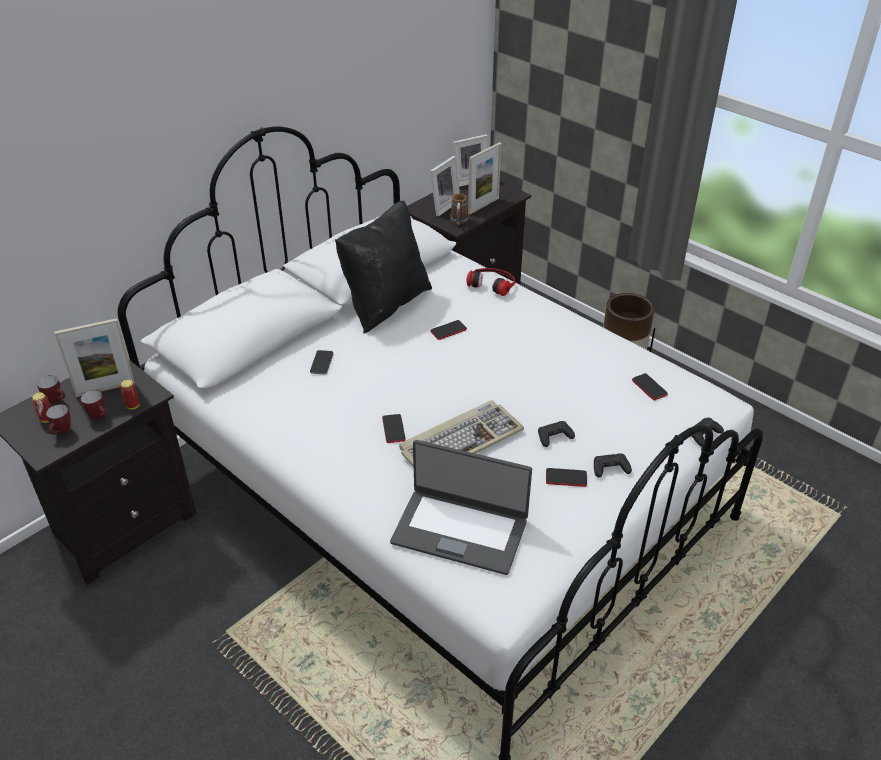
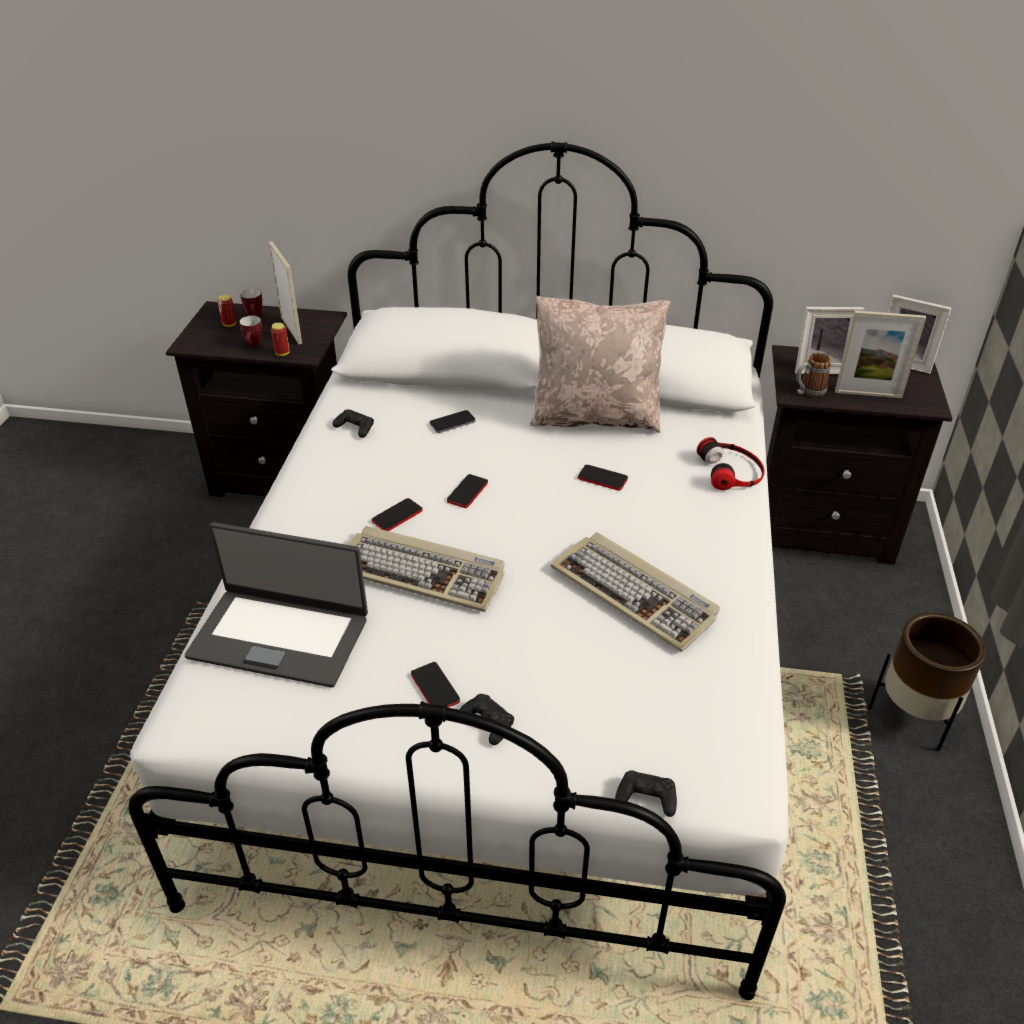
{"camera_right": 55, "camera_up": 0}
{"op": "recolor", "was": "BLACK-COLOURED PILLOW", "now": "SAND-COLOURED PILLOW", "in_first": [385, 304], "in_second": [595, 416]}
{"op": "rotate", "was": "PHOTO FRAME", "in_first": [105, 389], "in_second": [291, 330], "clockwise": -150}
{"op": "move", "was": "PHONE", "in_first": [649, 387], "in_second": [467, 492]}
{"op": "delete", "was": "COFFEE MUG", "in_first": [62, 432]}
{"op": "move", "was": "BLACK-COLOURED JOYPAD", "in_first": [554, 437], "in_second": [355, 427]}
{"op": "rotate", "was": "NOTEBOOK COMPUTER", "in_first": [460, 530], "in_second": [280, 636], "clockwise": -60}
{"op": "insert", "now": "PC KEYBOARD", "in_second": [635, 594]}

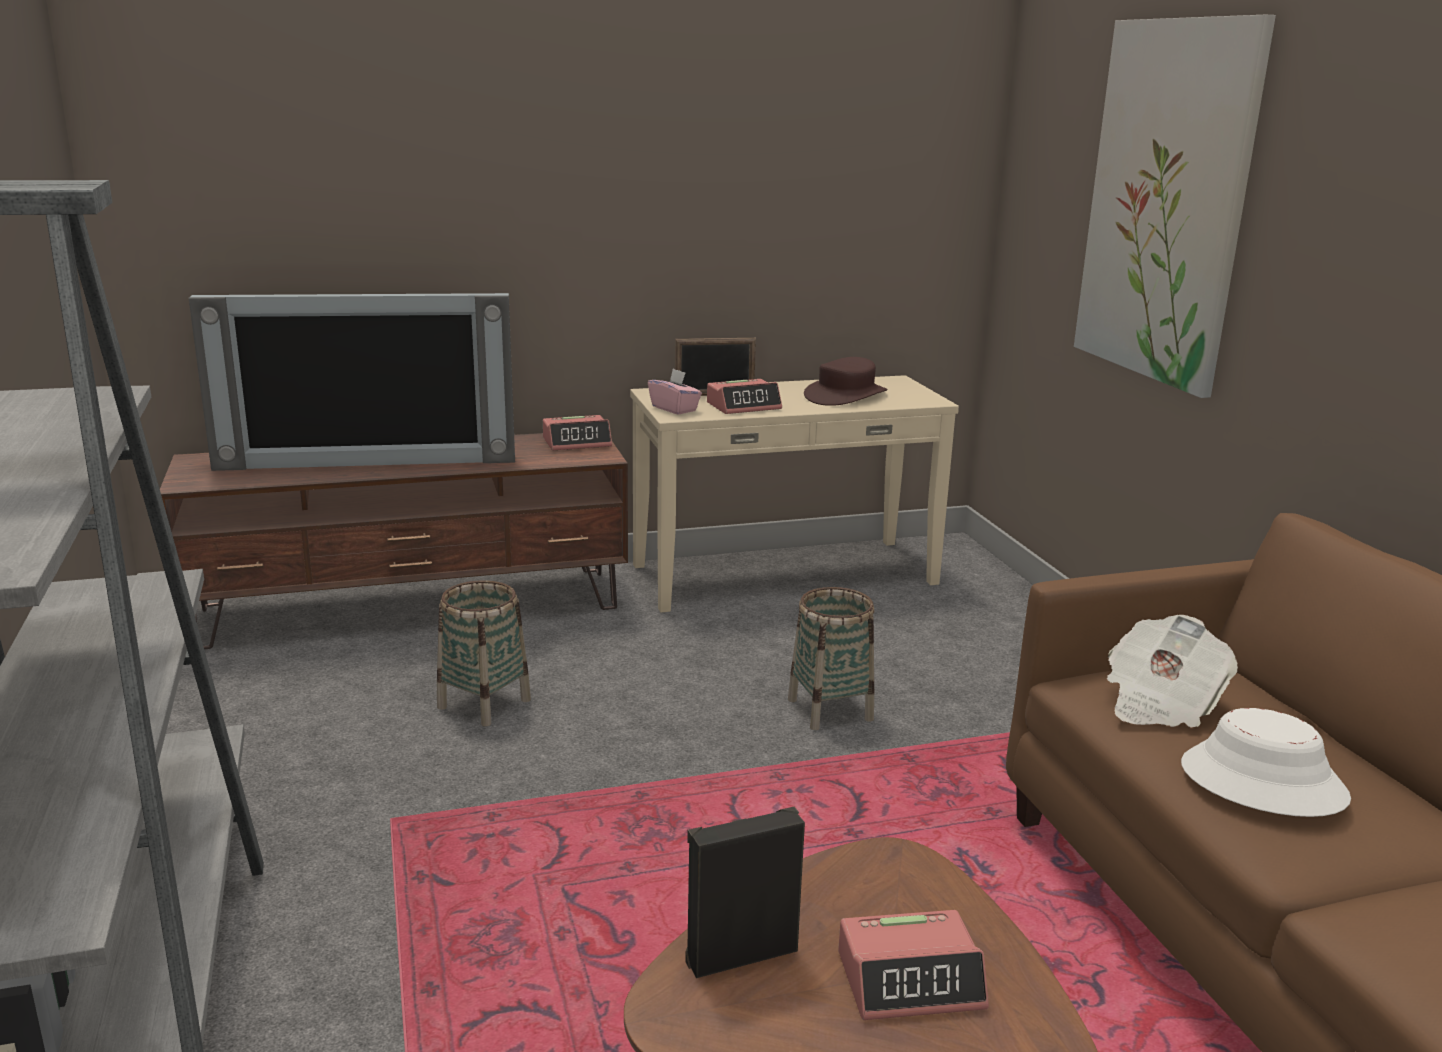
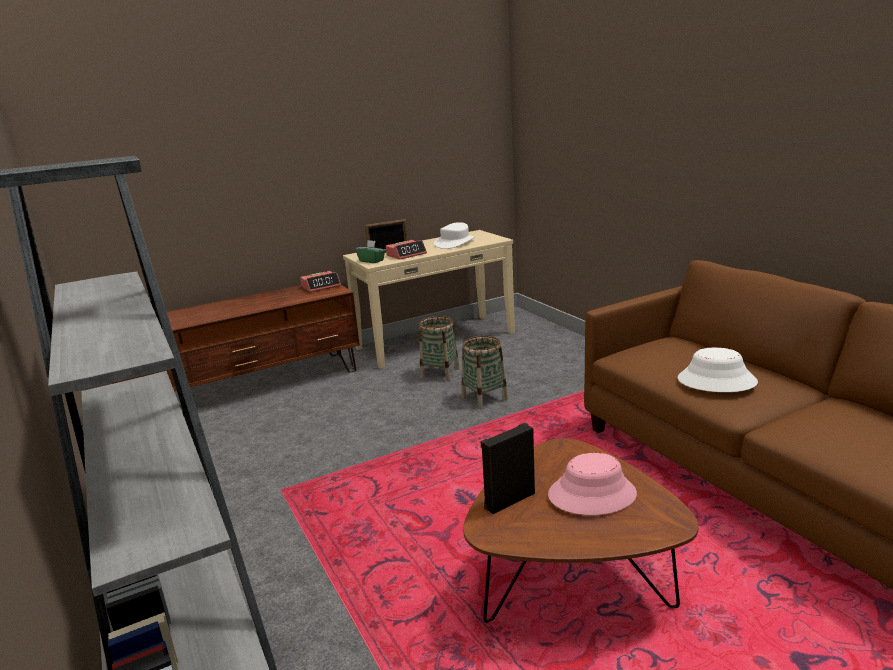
{"camera_right": -10, "camera_up": 0}
{"op": "delete", "was": "PICTURE", "in_first": [1166, 202]}
{"op": "delete", "was": "TELEVISION", "in_first": [367, 460]}
{"op": "recolor", "was": "BROWN-COLOURED HAT", "now": "WHITE HAT", "in_first": [846, 395], "in_second": [455, 242]}
{"op": "recolor", "was": "PINK TISSUE BOX", "now": "GREENISH TISSUE BOX", "in_first": [674, 409], "in_second": [371, 261]}
{"op": "move", "was": "BASKET", "in_first": [484, 703], "in_second": [440, 373]}
{"op": "delete", "was": "NEWSPAPER", "in_first": [1160, 702]}
{"op": "replace", "was": "ALARM CLOCK", "now": "PINK HAT", "in_first": [911, 980], "in_second": [592, 494]}

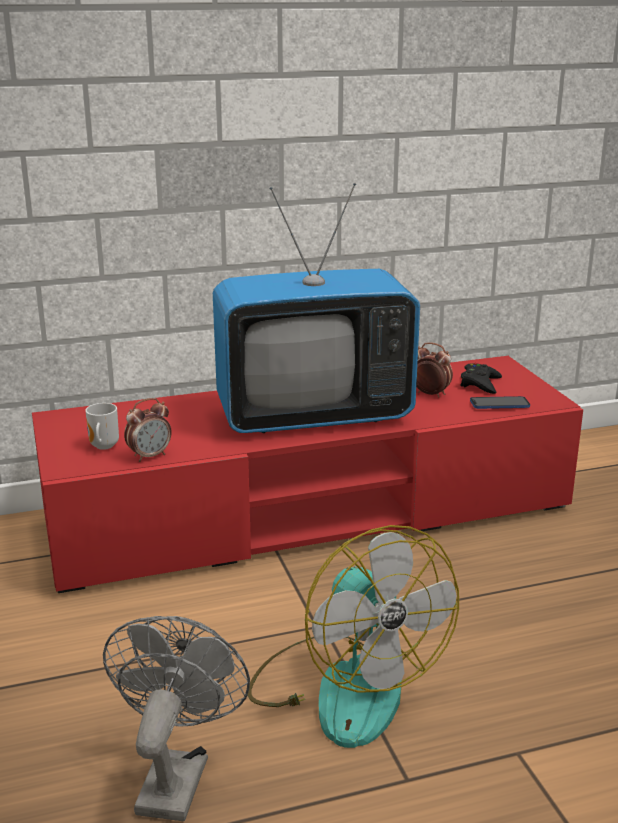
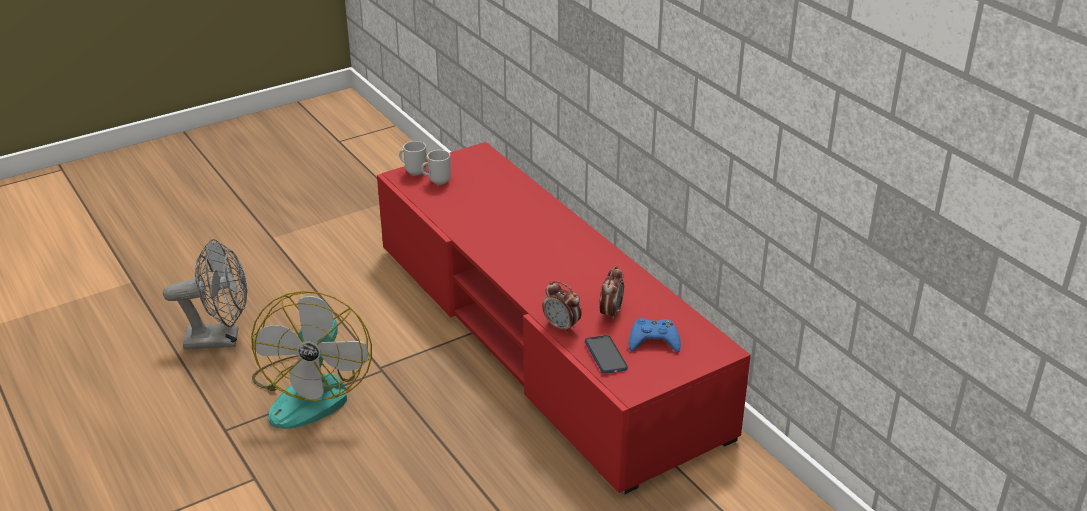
{"camera_right": 75, "camera_up": 10}
{"op": "delete", "was": "TELEVISION", "in_first": [313, 416]}
{"op": "recolor", "was": "BLACK-COLOURED JOYPAD", "now": "BLUE-COLOURED JOYPAD", "in_first": [480, 384], "in_second": [654, 340]}
{"op": "move", "was": "ALARM CLOCK", "in_first": [150, 456], "in_second": [562, 327]}
{"op": "rotate", "was": "ELECTRIC FAN", "in_first": [345, 686], "in_second": [313, 391], "clockwise": -45}
{"op": "insert", "now": "COFFEE MUG", "in_second": [415, 171]}

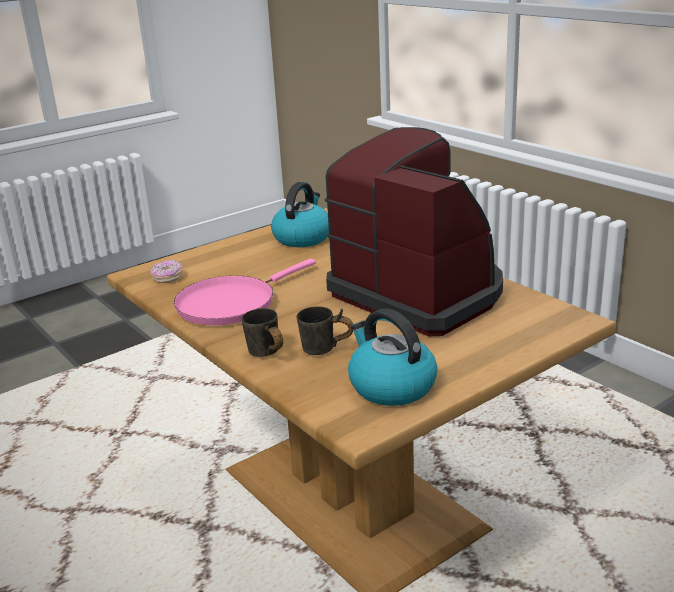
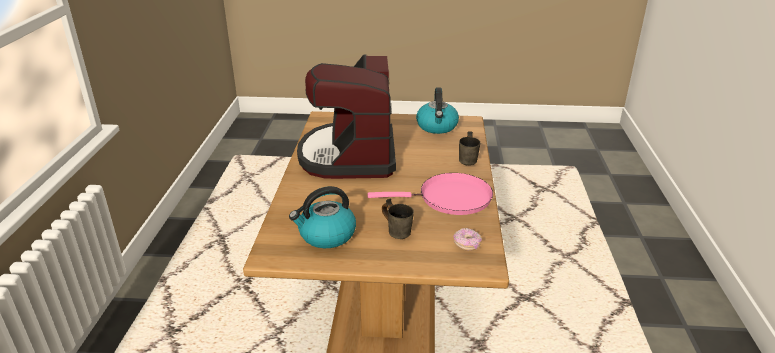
{"camera_right": -140, "camera_up": 5}
{"op": "move", "was": "GREY COFFEE MUG", "in_first": [324, 352], "in_second": [398, 230]}

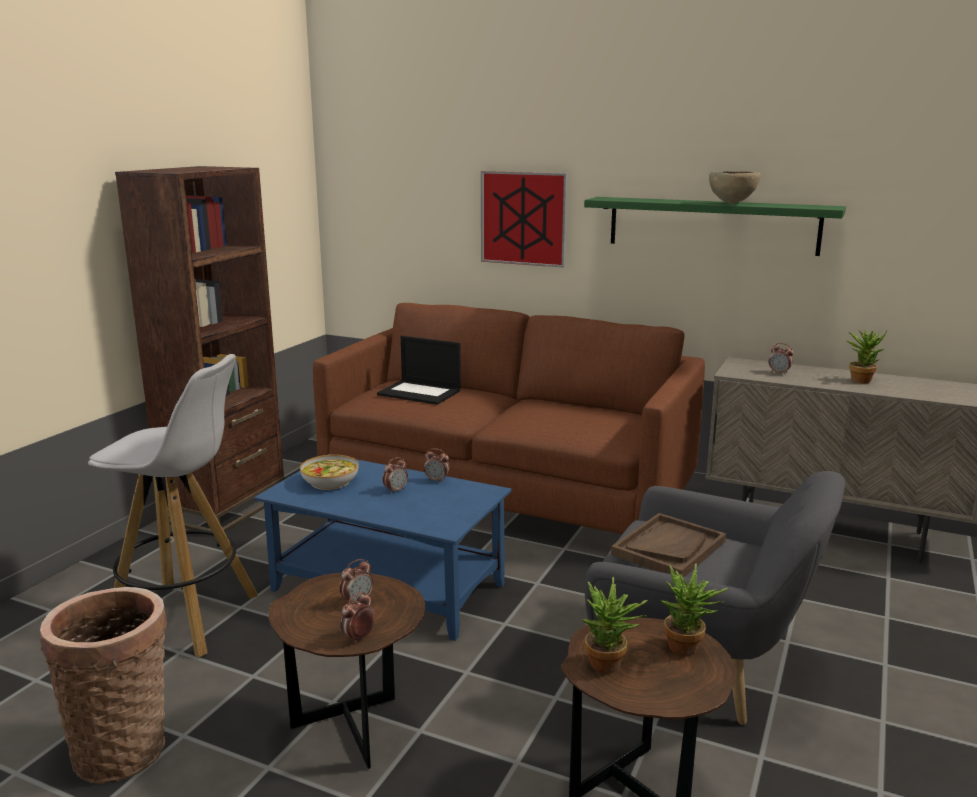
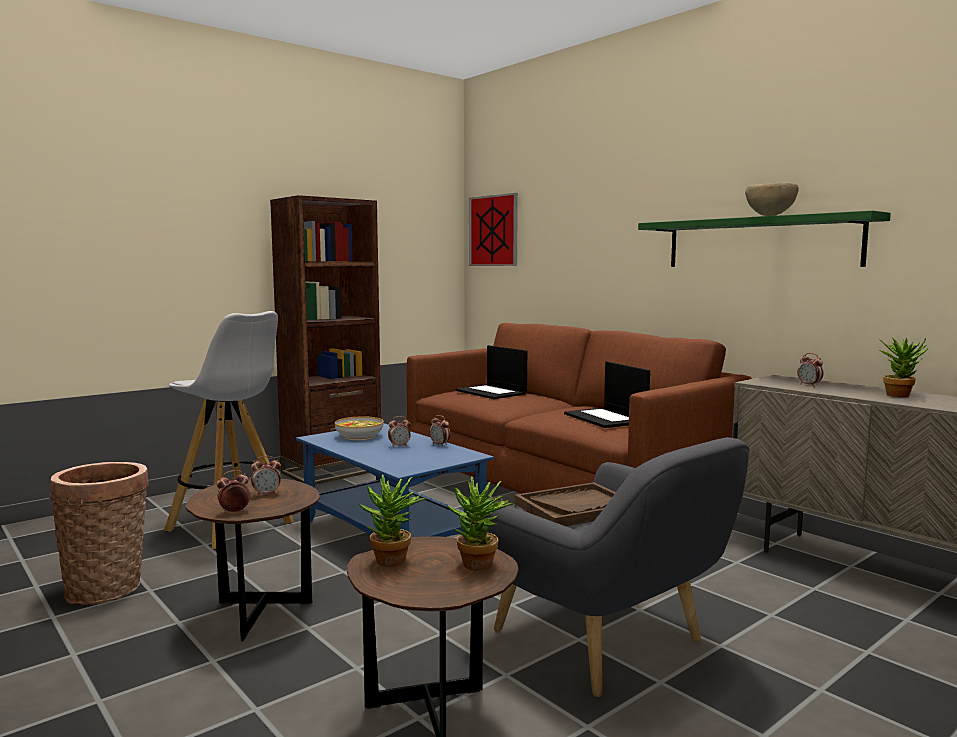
{"camera_right": 25, "camera_up": -10}
{"op": "move", "was": "PICTURE", "in_first": [523, 218], "in_second": [493, 231]}
{"op": "insert", "now": "NOTEBOOK COMPUTER", "in_second": [606, 418]}

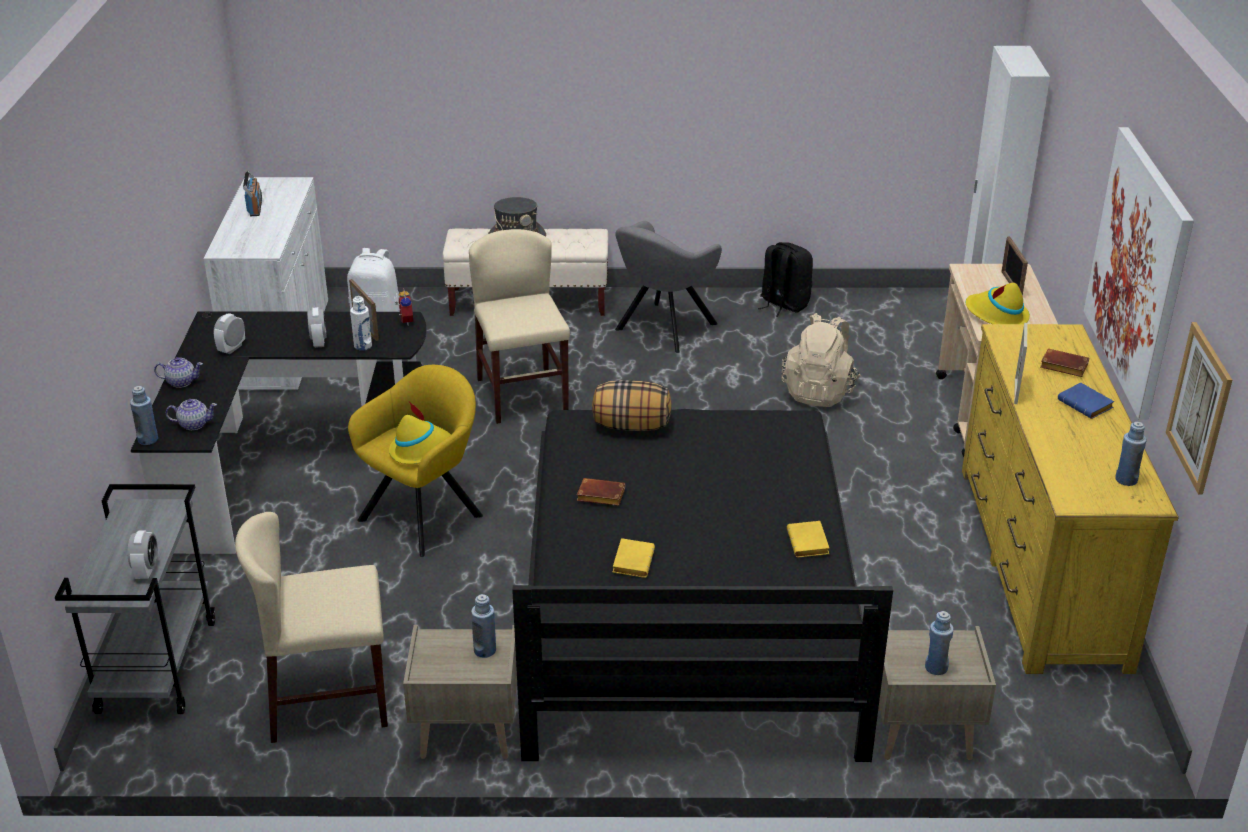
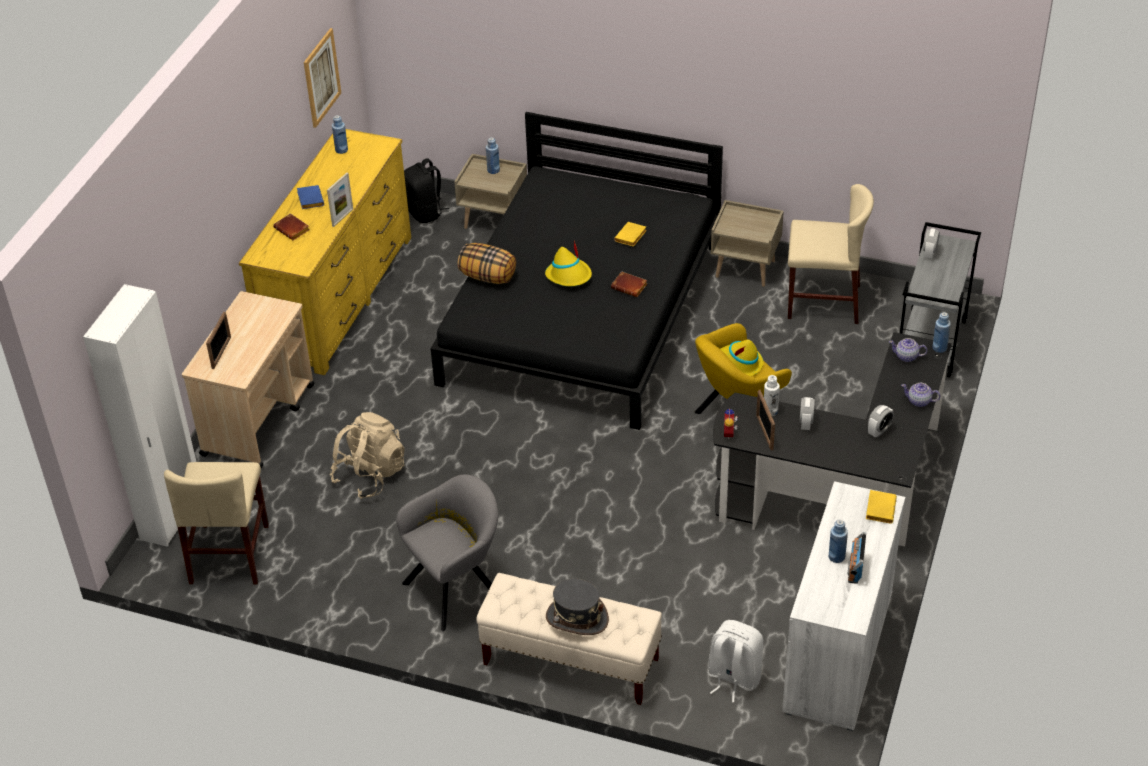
{"camera_right": -160, "camera_up": 10}
{"op": "delete", "was": "PICTURE", "in_first": [1138, 270]}
{"op": "move", "was": "SAND-COLOURED UPRIGHT CHAIR", "in_first": [522, 395], "in_second": [229, 554]}
{"op": "move", "was": "BLACK-COLOURED RUCKSACK", "in_first": [783, 304], "in_second": [425, 212]}
{"op": "move", "was": "YELLOW HAT", "in_first": [996, 315], "in_second": [569, 276]}
{"op": "move", "was": "PILLOW", "in_first": [631, 426], "in_second": [488, 276]}
{"op": "move", "was": "YELLOW BOUND BOOK", "in_first": [809, 544], "in_second": [879, 508]}
{"op": "move", "was": "BLUE-COLOURED BOTTLE", "in_first": [485, 650], "in_second": [836, 557]}

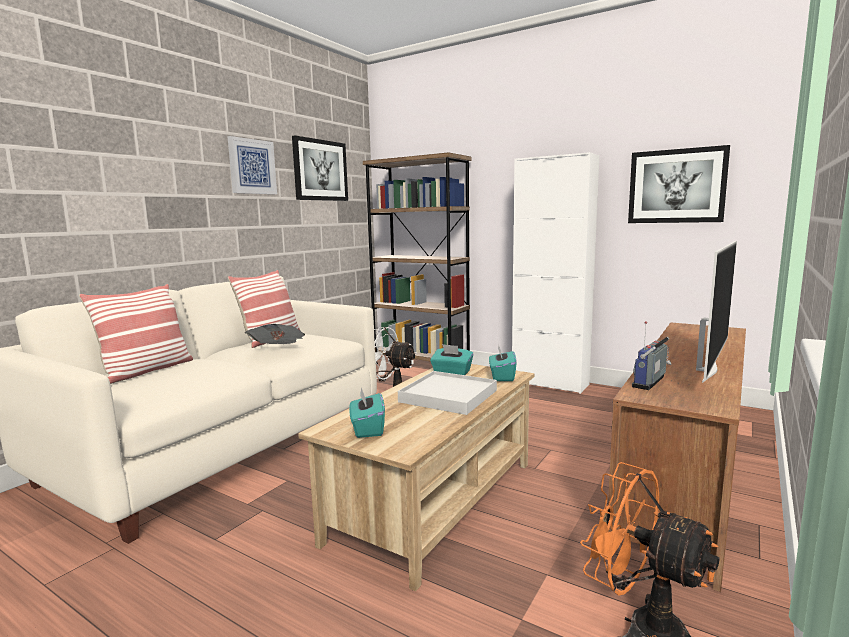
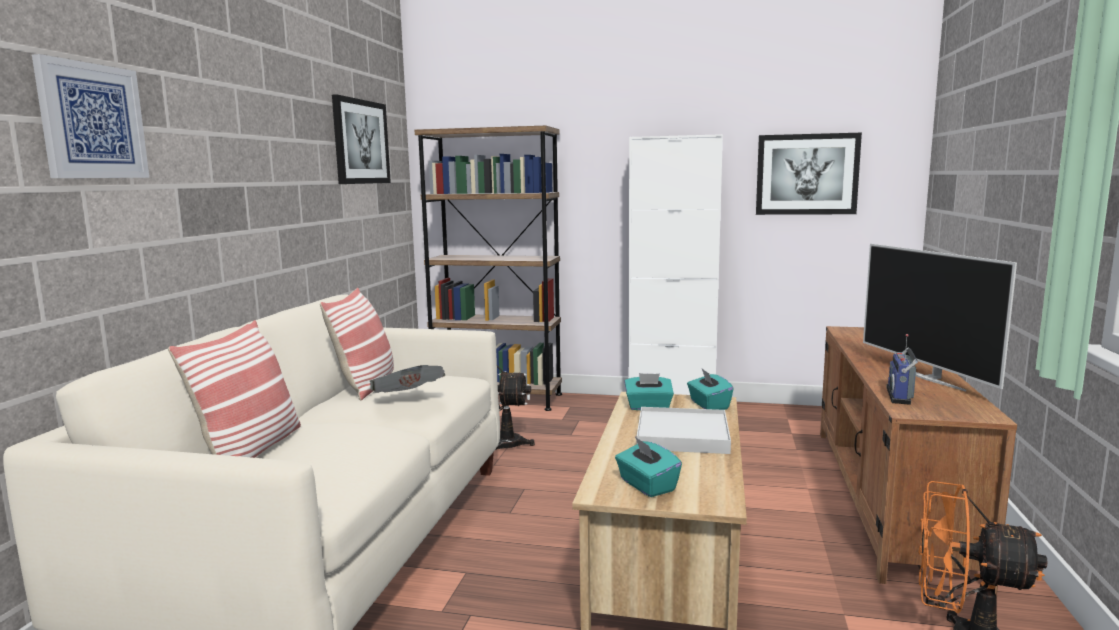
{"camera_right": -20, "camera_up": 0}
{"op": "move", "was": "PICTURE", "in_first": [252, 166], "in_second": [92, 121]}
{"op": "rotate", "was": "TELEVISION", "in_first": [706, 370], "in_second": [929, 377], "clockwise": 150}

